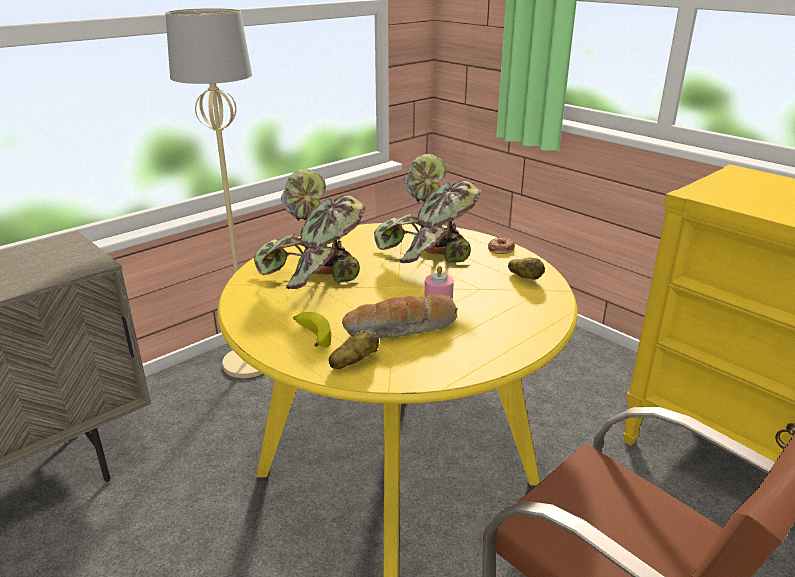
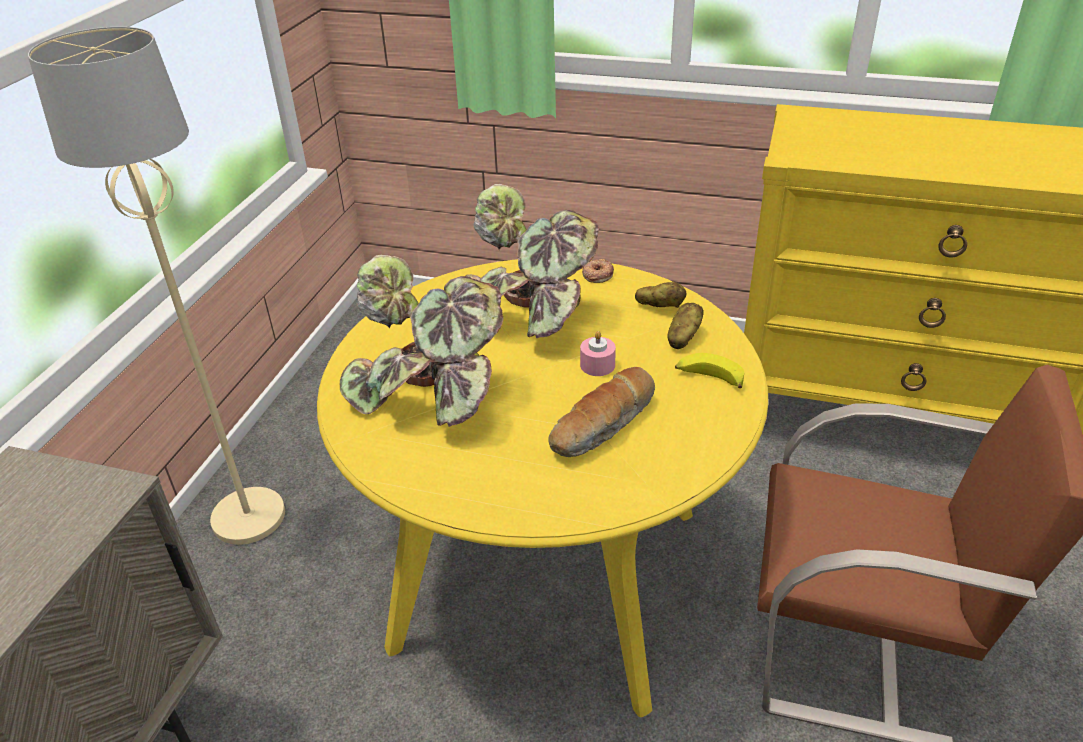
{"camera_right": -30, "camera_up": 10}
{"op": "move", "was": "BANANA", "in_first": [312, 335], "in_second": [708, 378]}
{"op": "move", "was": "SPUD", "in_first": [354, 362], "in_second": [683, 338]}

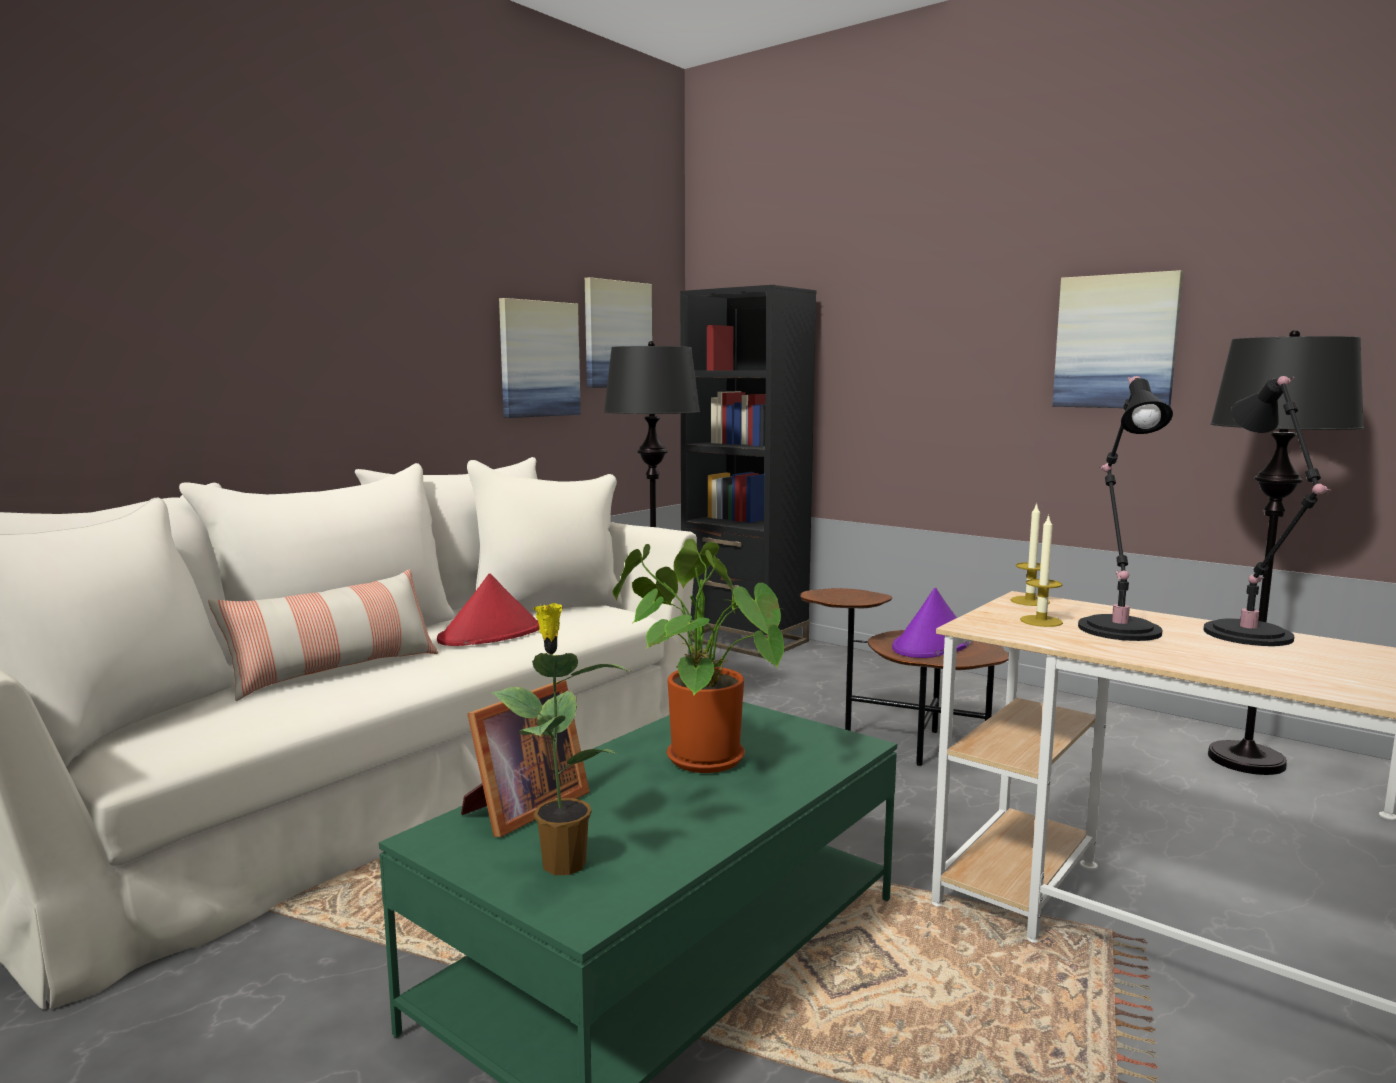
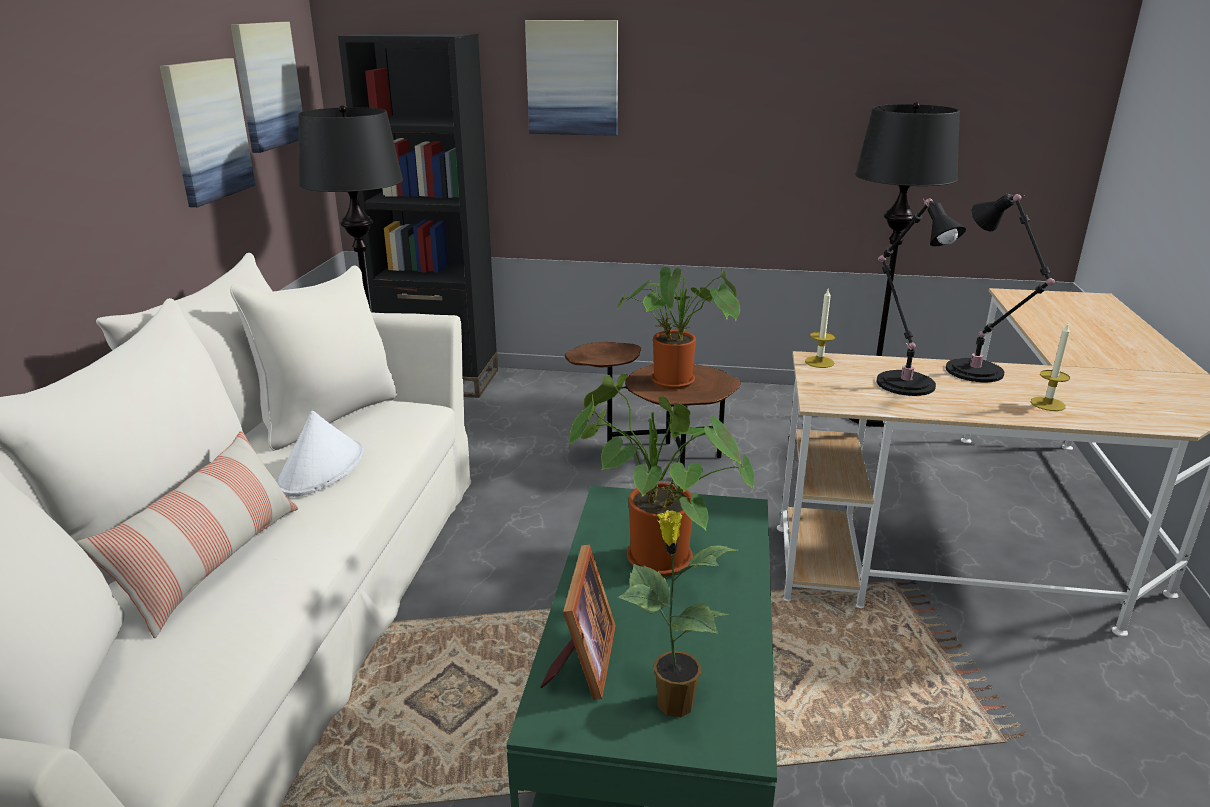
{"camera_right": -30, "camera_up": 15}
{"op": "move", "was": "PICTURE", "in_first": [1115, 342], "in_second": [573, 78]}
{"op": "move", "was": "CANDLE", "in_first": [1041, 621], "in_second": [1047, 404]}
{"op": "recolor", "was": "RED-COLOURED HAT", "now": "WHITE HAT", "in_first": [491, 635], "in_second": [321, 469]}
{"op": "replace", "was": "PURPLE-COLOURED HAT", "now": "HOUSEPLANT", "in_first": [932, 645], "in_second": [678, 381]}

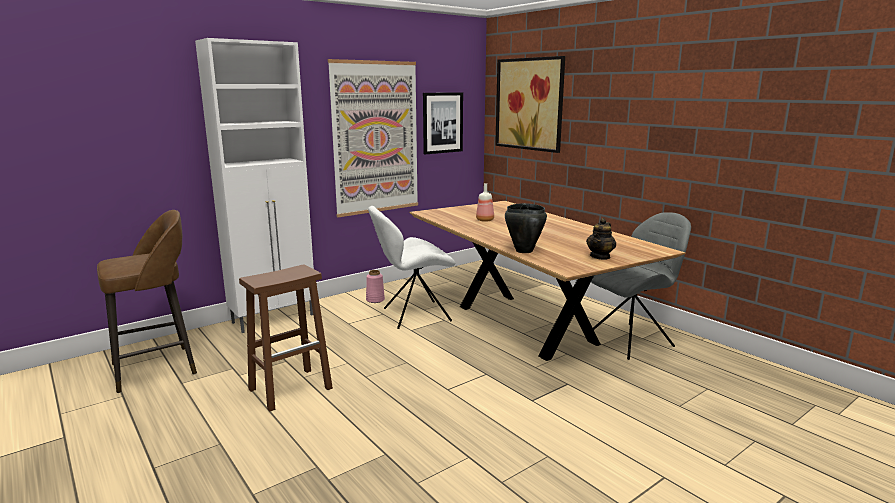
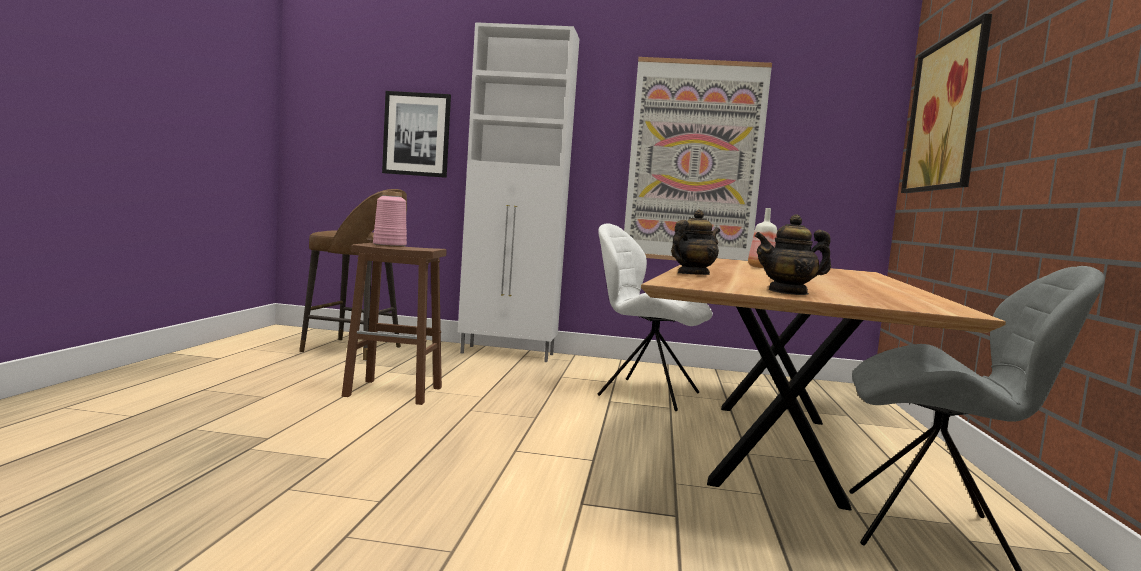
{"camera_right": 45, "camera_up": -10}
{"op": "move", "was": "PICTURE", "in_first": [442, 123], "in_second": [416, 134]}
{"op": "replace", "was": "BLACK-COLOURED STOCKPOT", "now": "TEAPOT", "in_first": [523, 251], "in_second": [692, 274]}
{"op": "move", "was": "PINK VASE", "in_first": [375, 300], "in_second": [389, 245]}

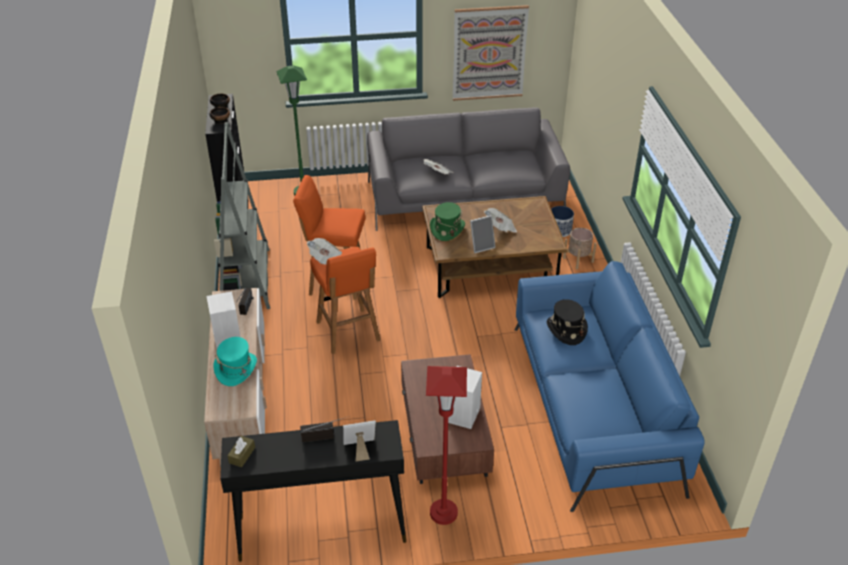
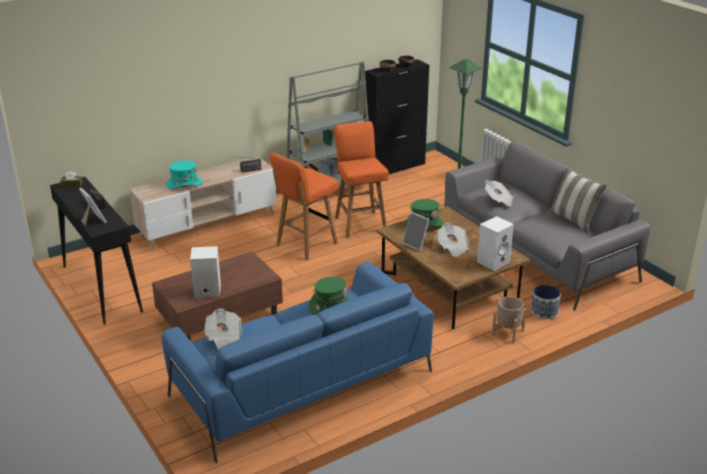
{"camera_right": 65, "camera_up": -10}
{"op": "delete", "was": "PICTURE", "in_first": [489, 53]}
{"op": "move", "was": "NEWSPAPER", "in_first": [327, 261], "in_second": [224, 338]}
{"op": "move", "was": "WHITE SPEAKER", "in_first": [227, 339], "in_second": [493, 261]}
{"op": "recolor", "was": "BLACK-COLOURED HAT", "now": "GREENISH HAT", "in_first": [566, 330], "in_second": [330, 306]}
{"op": "delete", "was": "RED-COLOURED STANDING LAMP", "in_first": [443, 513]}
{"op": "insert", "now": "PILLOW", "in_second": [573, 220]}

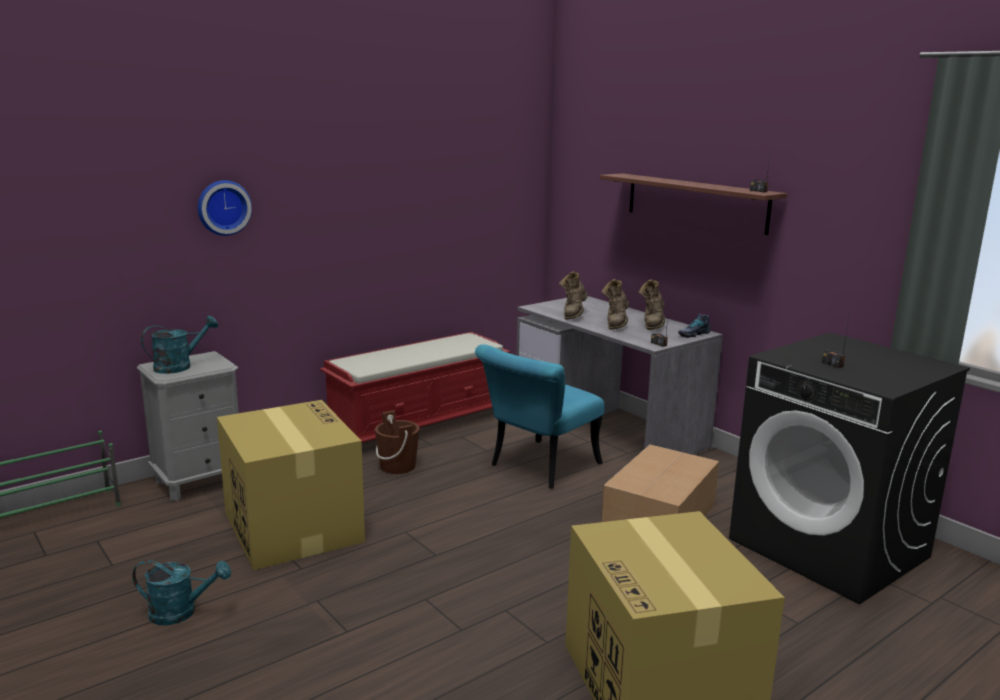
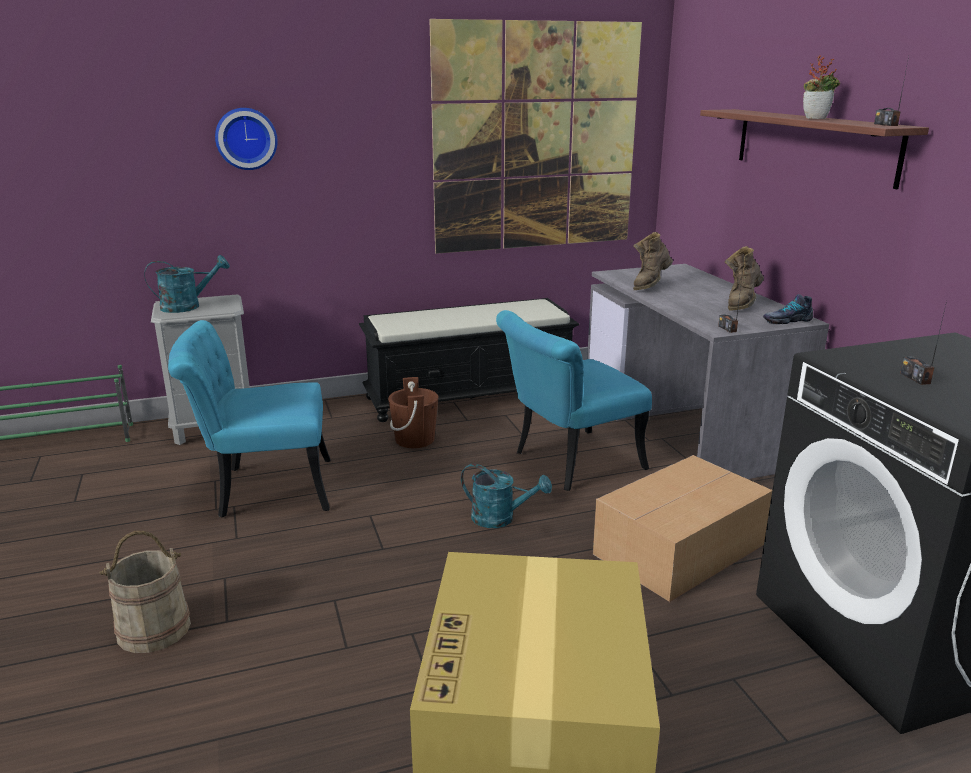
{"camera_right": 20, "camera_up": 5}
{"op": "delete", "was": "BROWN-COLOURED TALL BOOT", "in_first": [616, 324]}
{"op": "recolor", "was": "RED-COLOURED LONG SEAT", "now": "BLACK-COLOURED LONG SEAT", "in_first": [419, 424], "in_second": [470, 396]}
{"op": "replace", "was": "PACKING BOX", "now": "TURQUOISE UPRIGHT CHAIR", "in_first": [292, 526], "in_second": [262, 489]}
{"op": "move", "was": "TURQUOISE WATERING CAN", "in_first": [181, 612], "in_second": [500, 518]}
{"op": "insert", "now": "PICTURE", "in_second": [536, 139]}
{"op": "insert", "now": "HOUSEPLANT", "in_second": [816, 118]}
{"op": "insert", "now": "SAND-COLOURED WATER BUCKET", "in_second": [154, 628]}

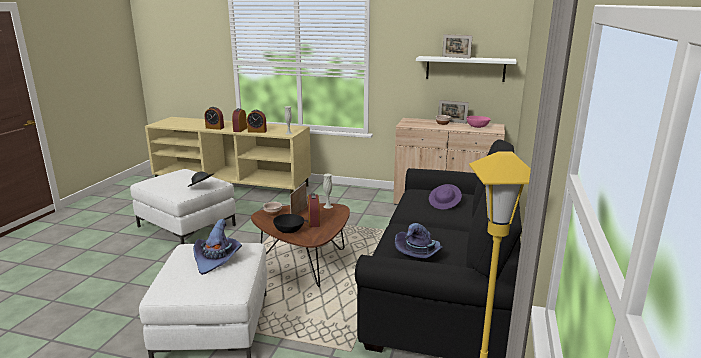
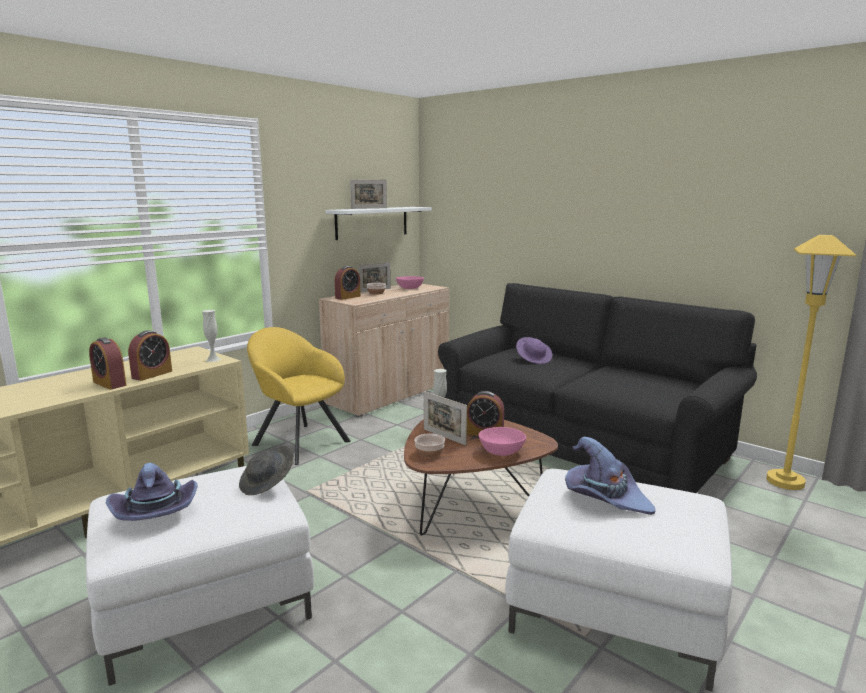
{"camera_right": -65, "camera_up": -5}
{"op": "move", "was": "ALARM CLOCK", "in_first": [215, 128], "in_second": [348, 297]}
{"op": "recolor", "was": "BLACK-COLOURED BOWL", "now": "PINK BOWL", "in_first": [289, 230], "in_second": [501, 451]}
{"op": "move", "was": "PURPLE-COLOURED HAT", "in_first": [419, 253], "in_second": [155, 512]}
{"op": "insert", "now": "YELLOW EASY CHAIR", "in_second": [298, 441]}

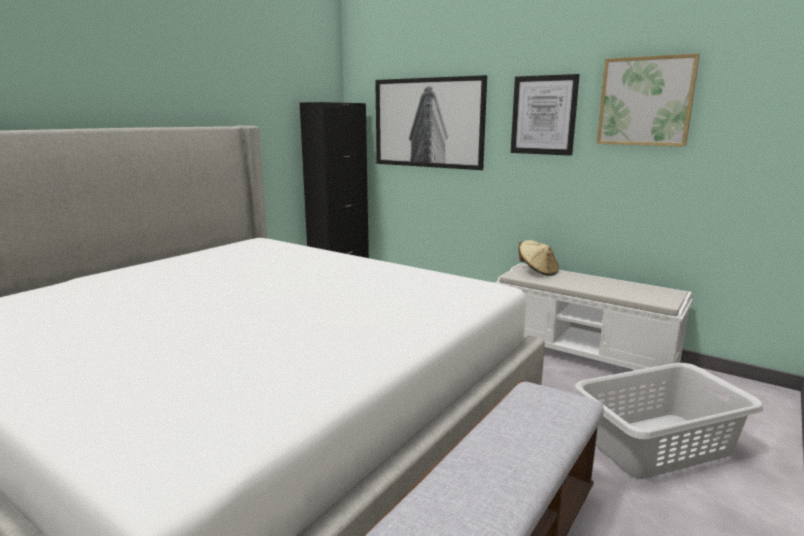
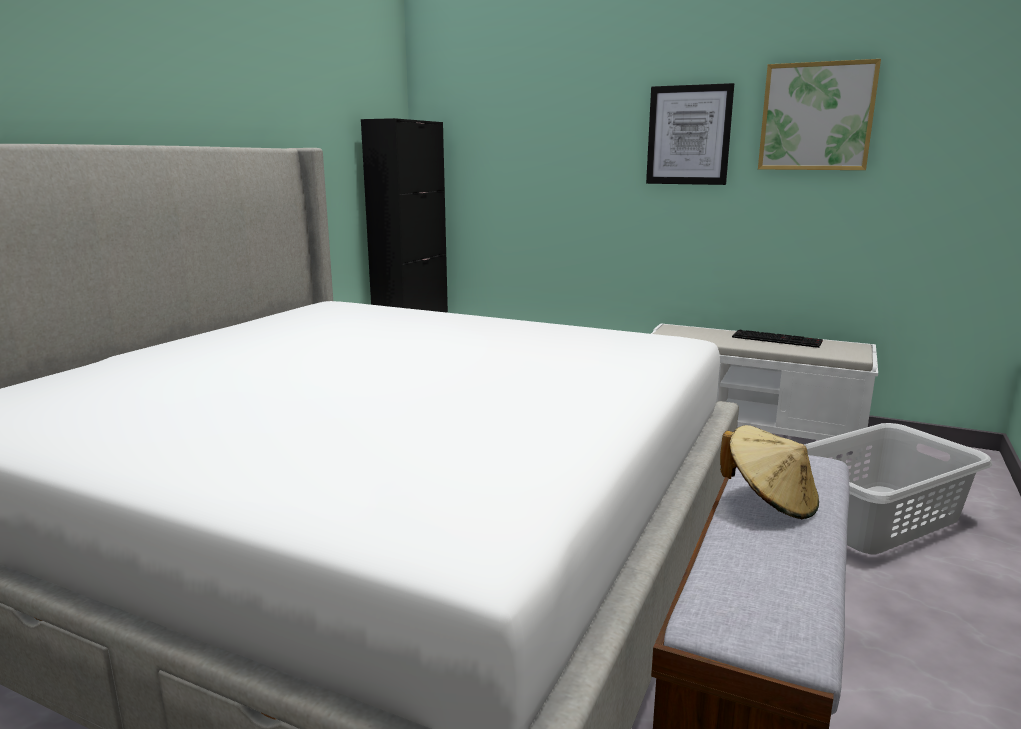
{"camera_right": -10, "camera_up": 0}
{"op": "delete", "was": "PICTURE", "in_first": [429, 123]}
{"op": "move", "was": "SAND-COLOURED HAT", "in_first": [537, 271], "in_second": [769, 502]}
{"op": "insert", "now": "PC KEYBOARD", "in_second": [777, 339]}

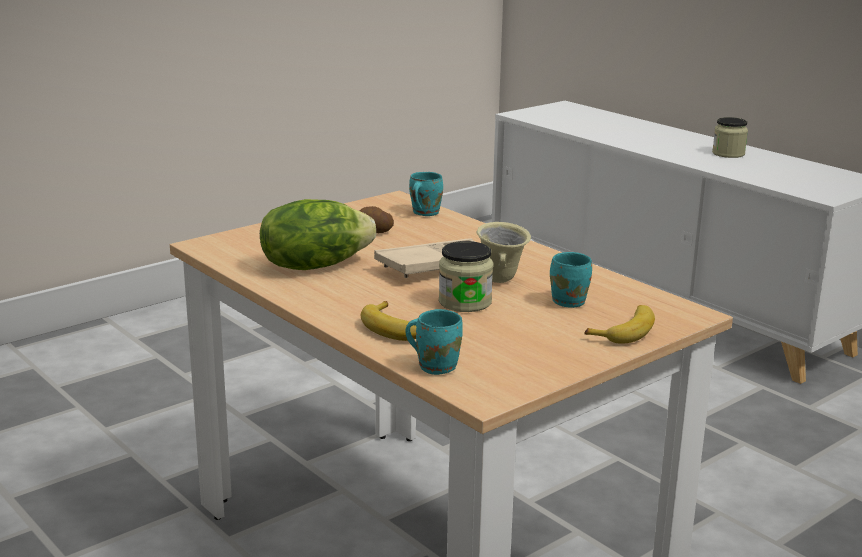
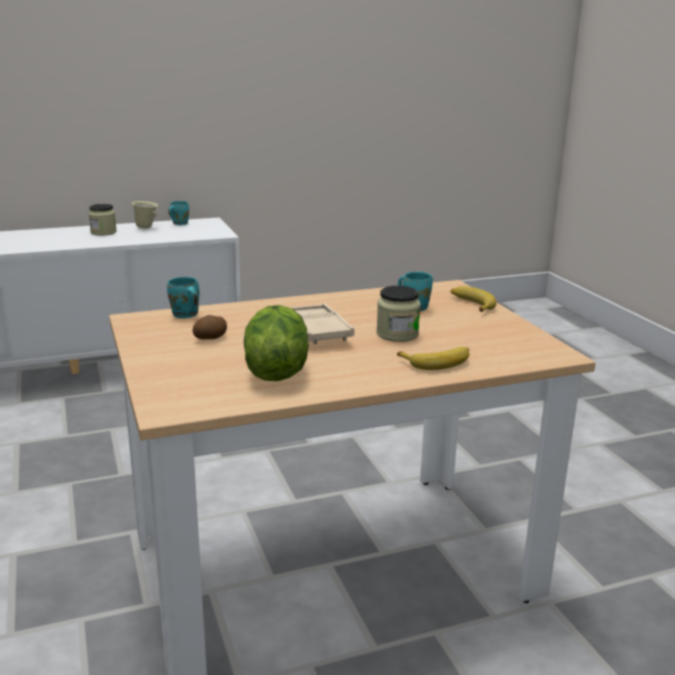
{"camera_right": -70, "camera_up": 0}
{"op": "move", "was": "SAND-COLOURED COFFEE MUG", "in_first": [502, 281], "in_second": [146, 228]}
{"op": "move", "was": "TURQUOISE COFFEE MUG", "in_first": [436, 366], "in_second": [179, 223]}

